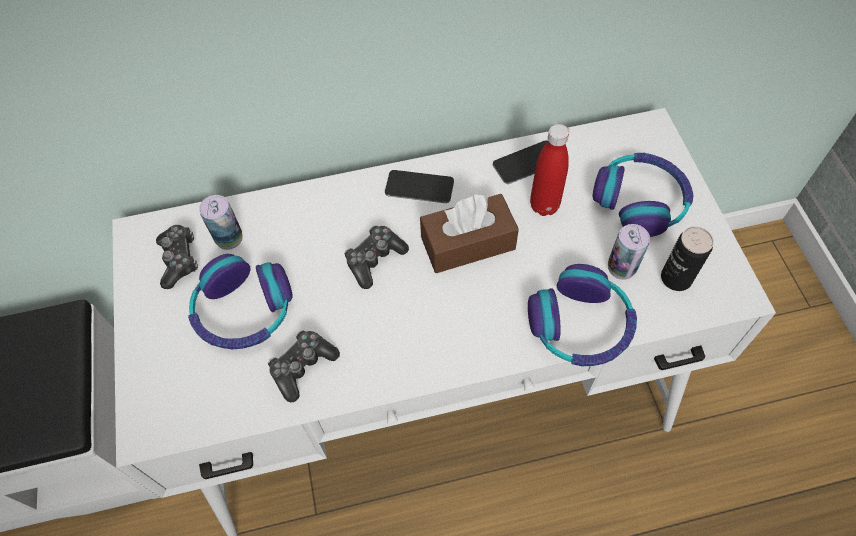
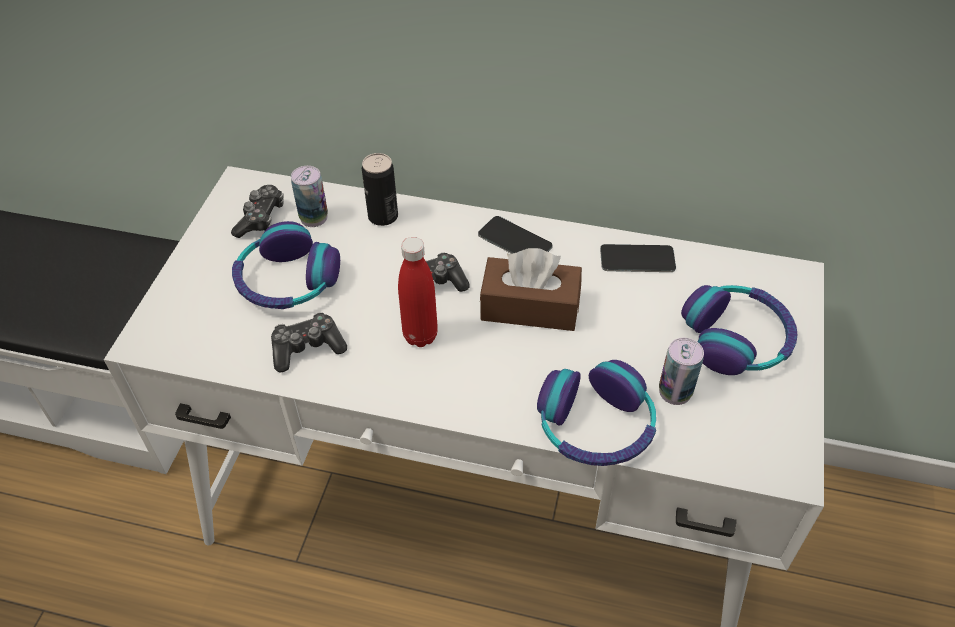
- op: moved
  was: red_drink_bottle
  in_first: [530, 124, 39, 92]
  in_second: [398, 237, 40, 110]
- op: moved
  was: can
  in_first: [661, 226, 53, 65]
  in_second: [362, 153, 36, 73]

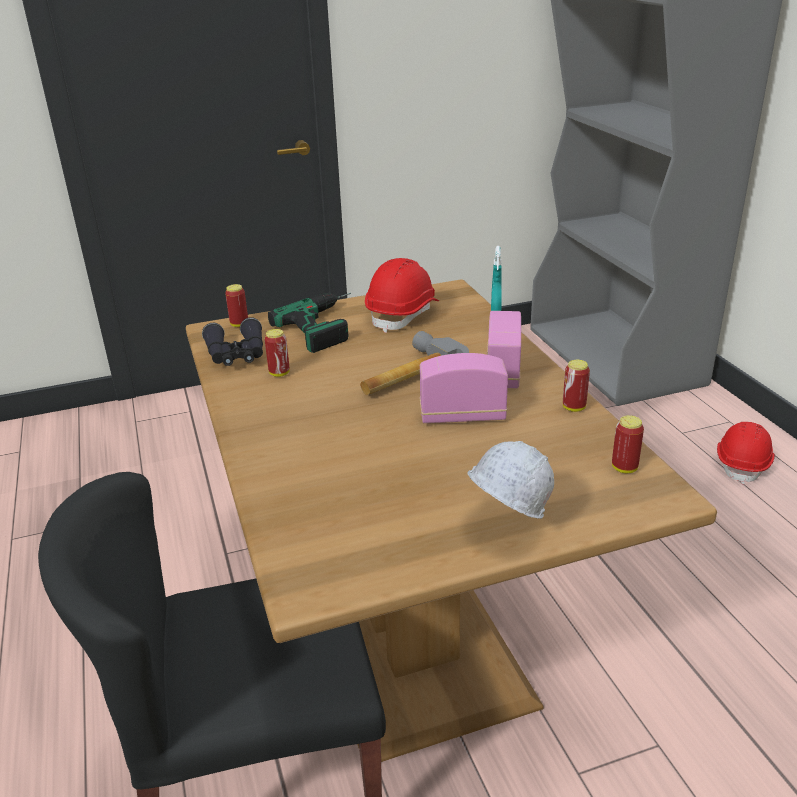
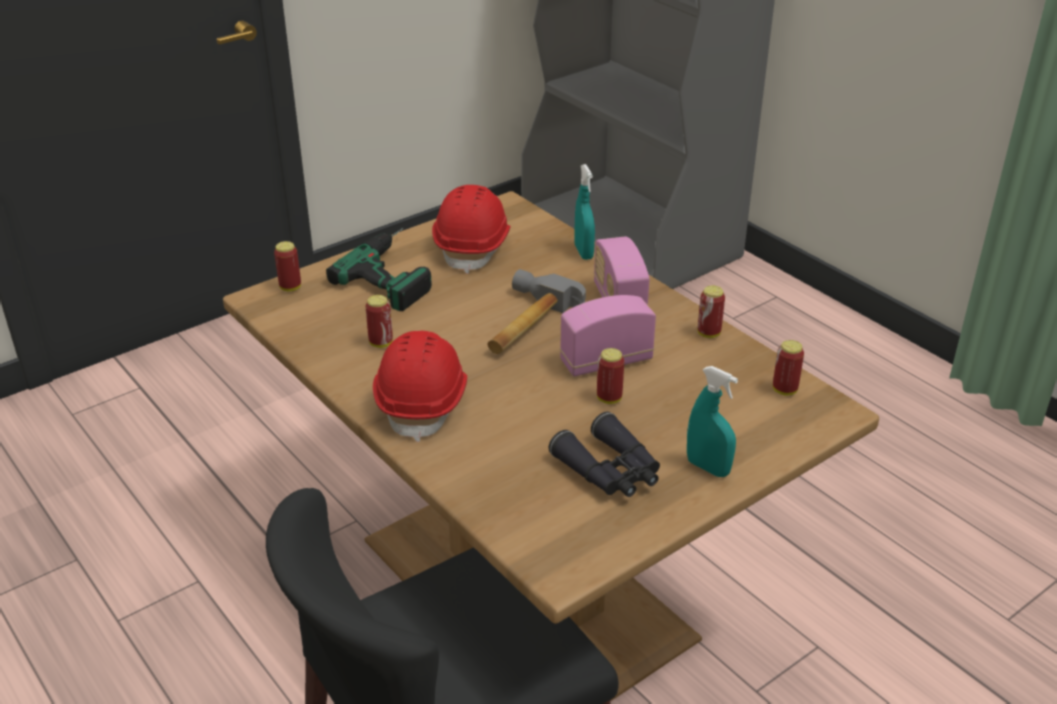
- op: moved
  was: black_field_glasses
  in_first: [202, 317, 61, 49]
  in_second: [549, 412, 111, 85]
- op: moved
  was: red_hard_hat
  in_first: [717, 422, 58, 62]
  in_second: [373, 331, 94, 111]
- op: replaced
  was: white-coloured_hard_hat
  now: turquoise_spray_bottle
  in_first: [467, 441, 87, 78]
  in_second: [687, 366, 51, 111]
- op: added
  now: can
  in_second: [597, 348, 27, 56]

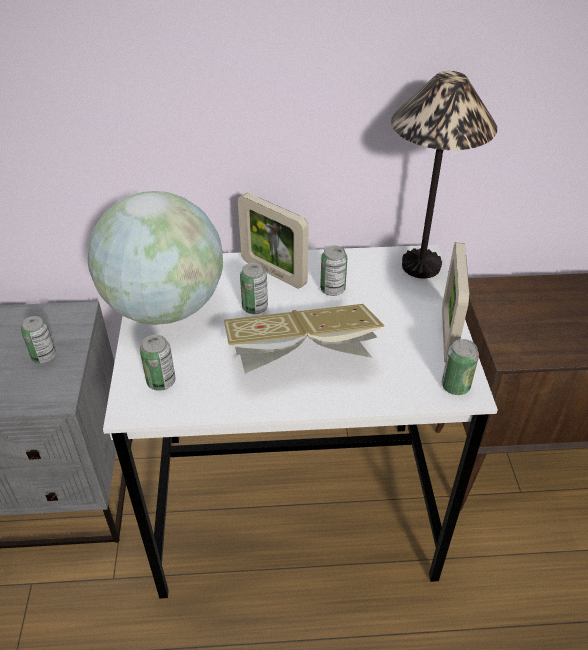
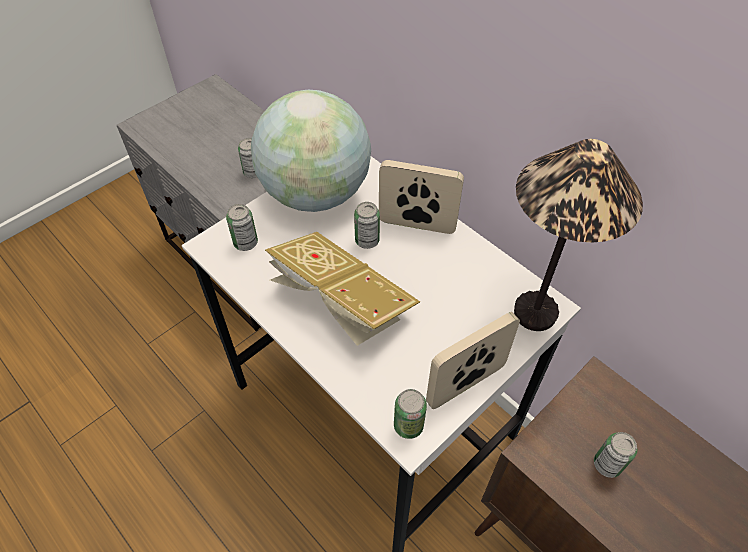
- op: turned
  was: picture_frame
  in_first: [238, 193, 71, 95]
  in_second: [379, 160, 85, 74]
  clockwise: 105
- op: moved
  was: can
  in_first: [320, 245, 27, 51]
  in_second: [594, 432, 43, 46]

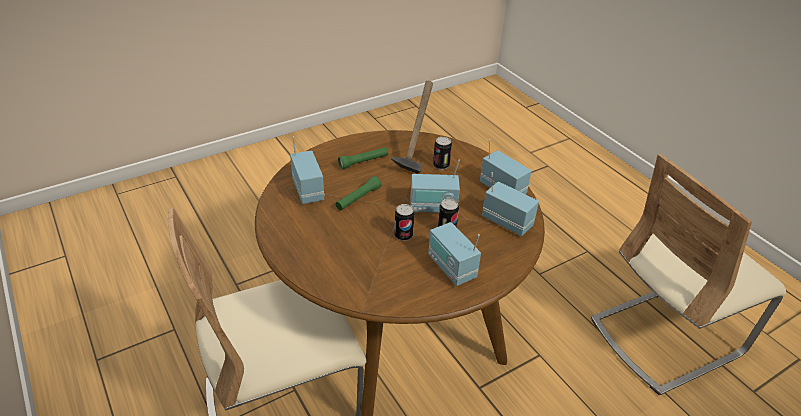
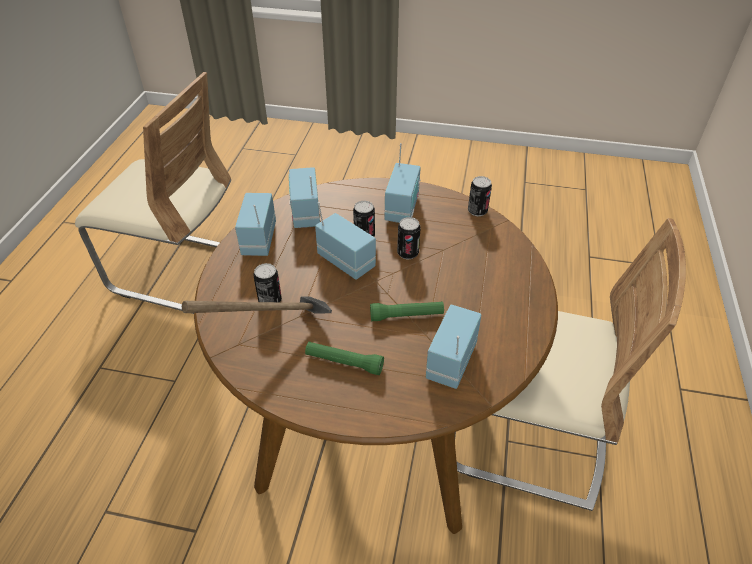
- op: added
  now: can
  in_second: [468, 176, 24, 40]

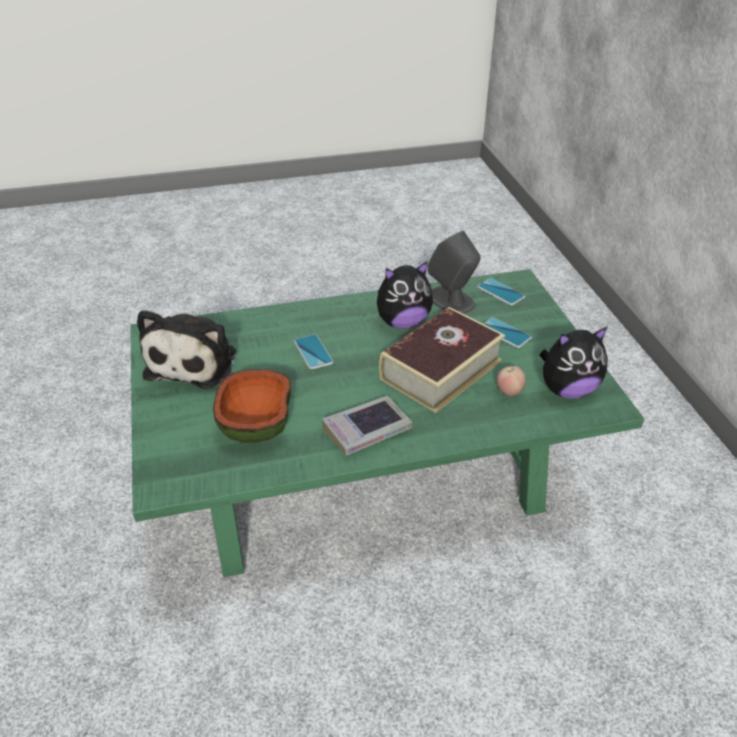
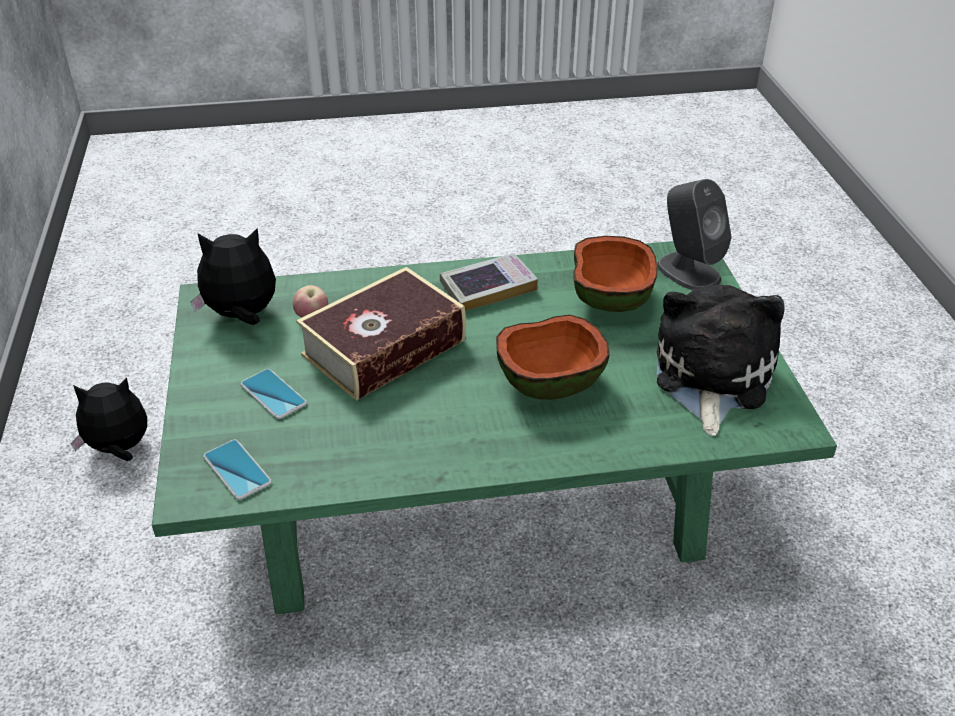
- op: moved
  was: greyish_loudspeaker
  in_first: [427, 230, 53, 84]
  in_second: [657, 179, 75, 111]
- op: moved
  was: soft_toy
  in_first: [377, 261, 56, 68]
  in_second: [70, 378, 77, 83]
- op: replaced
  was: phone
  now: serving_bowl
  in_first: [294, 334, 40, 35]
  in_second: [496, 314, 114, 86]

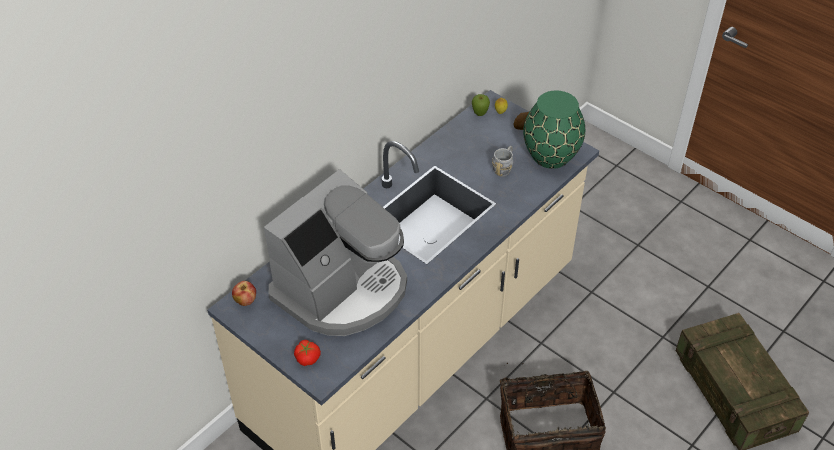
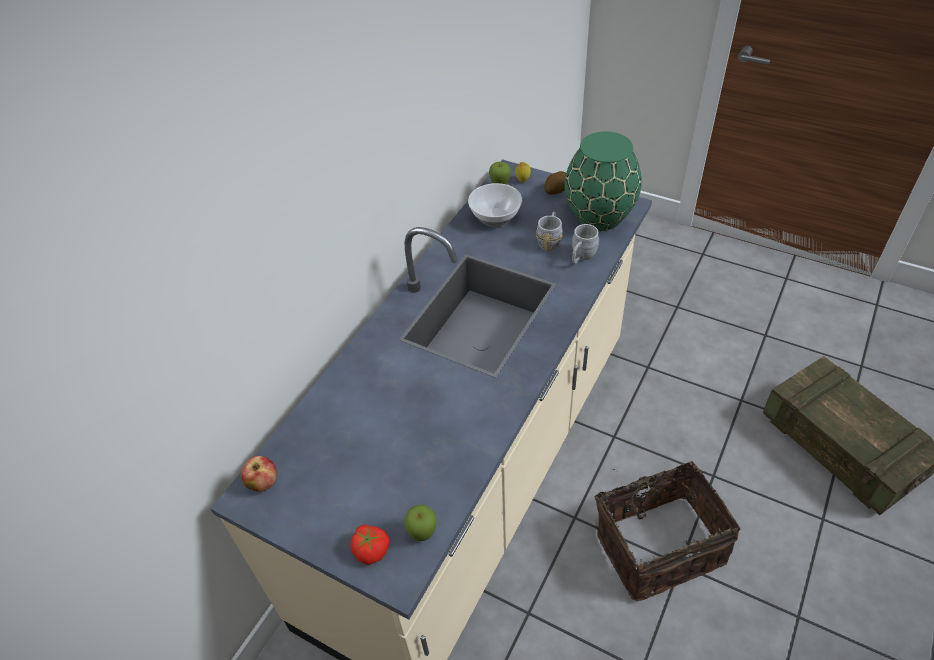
- op: removed
  was: coffee_machine
  in_first: [264, 169, 143, 167]
- op: added
  now: serving_bowl
  in_second: [468, 183, 54, 44]
- op: added
  now: greyish_mug
  in_second: [572, 224, 27, 39]
- op: added
  now: whole_apple
  in_second: [404, 505, 33, 36]

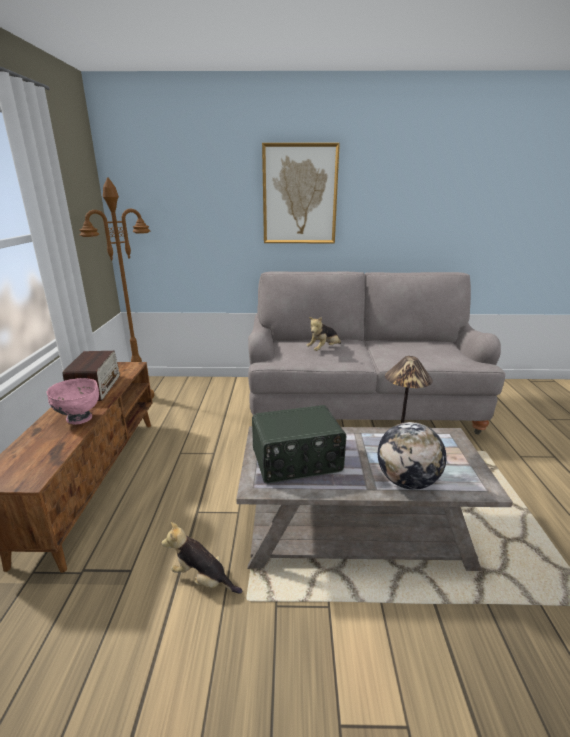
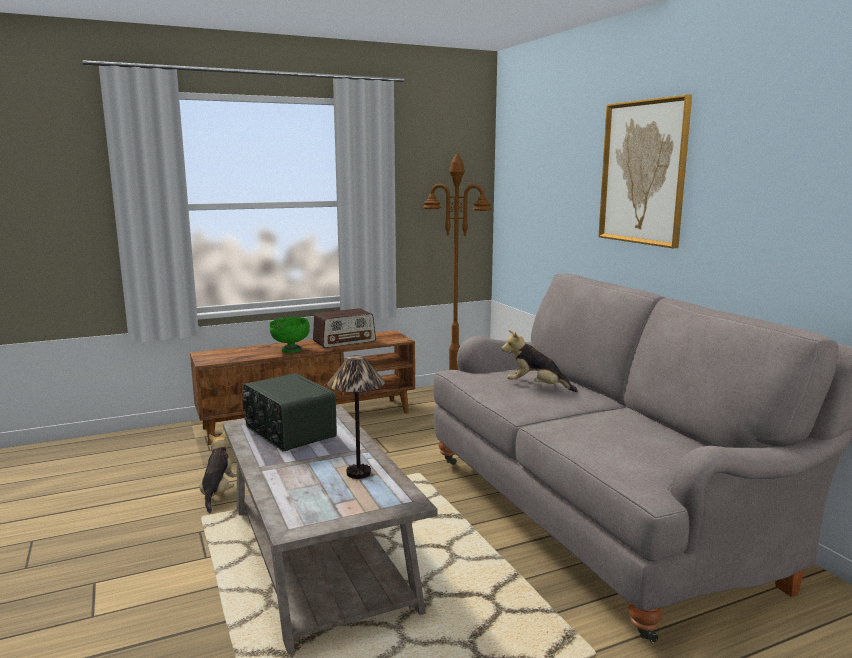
- op: recoloured
  was: pink_serving_bowl
  now: green_serving_bowl
  in_first: [46, 378, 53, 47]
  in_second: [269, 317, 41, 36]
- op: removed
  was: world_globe
  in_first: [378, 422, 68, 68]

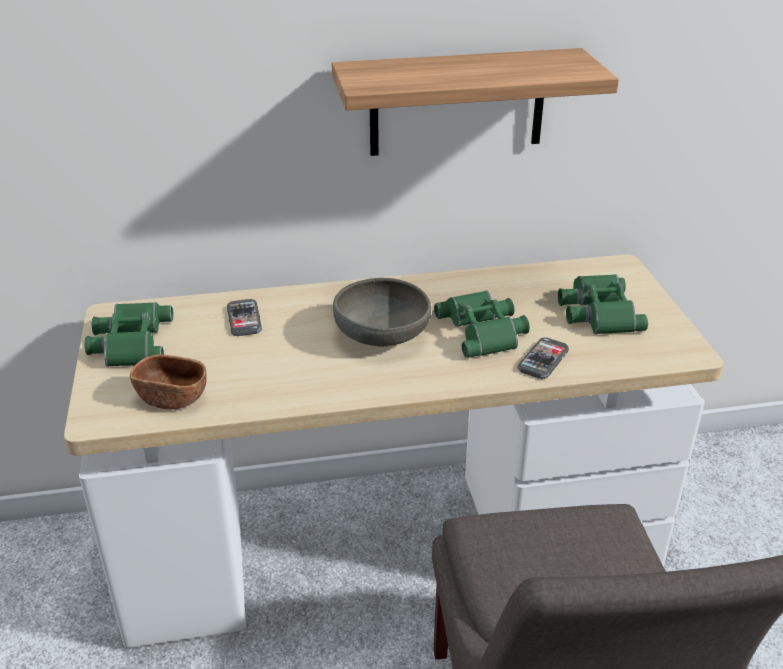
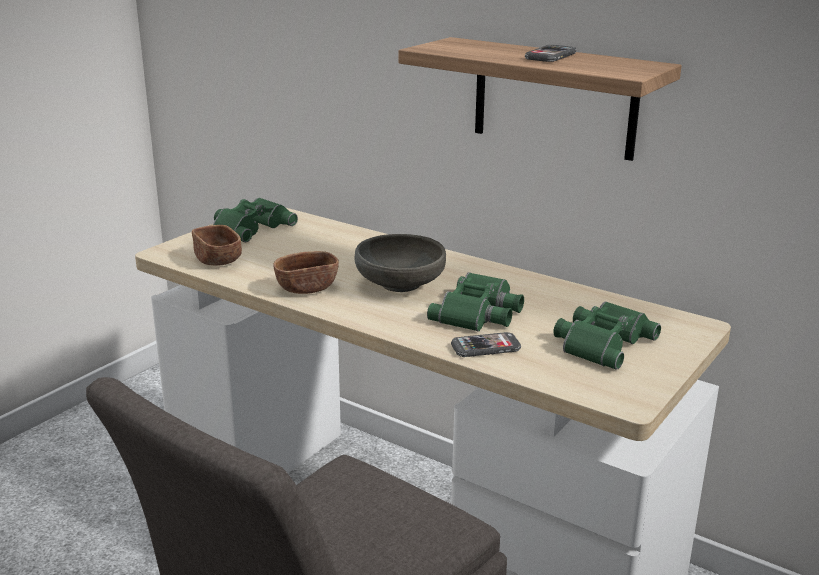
- op: moved
  was: phone
  in_first: [227, 299, 35, 37]
  in_second: [525, 45, 52, 17]
- op: added
  now: brownish_serving_bowl
  in_second: [273, 251, 66, 43]

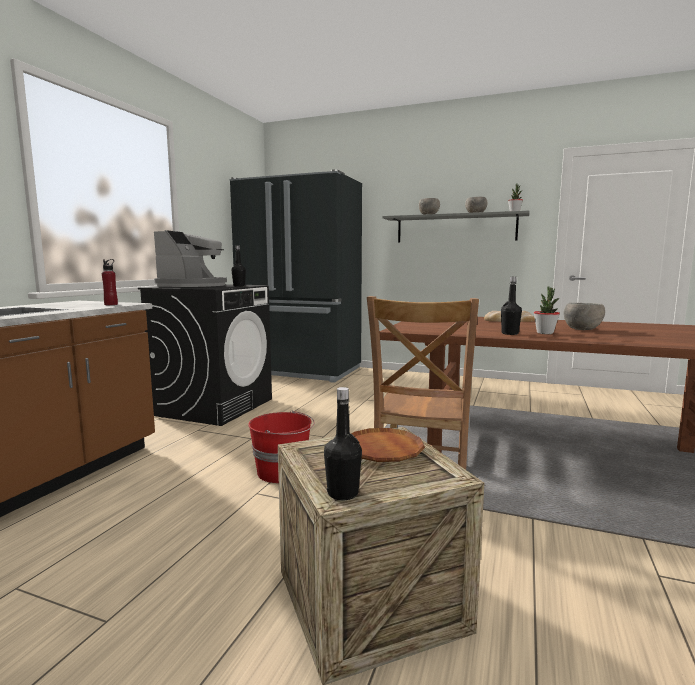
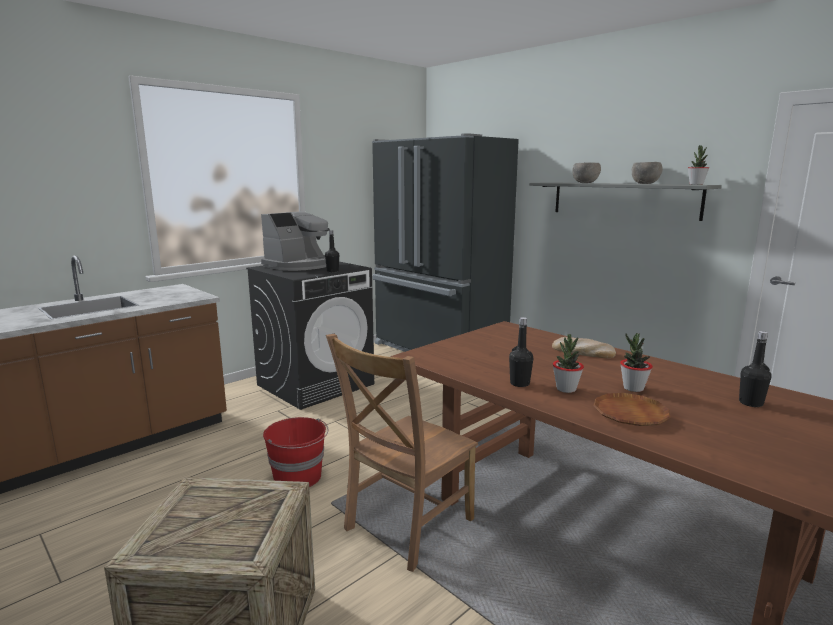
- op: removed
  was: red_drink_bottle
  in_first: [102, 259, 16, 46]
- op: replaced
  was: greyish_serving_bowl
  now: potted_plant
  in_first: [564, 303, 41, 27]
  in_second: [620, 333, 33, 59]
- op: moved
  was: black_drink_bottle
  in_first: [324, 387, 38, 113]
  in_second: [739, 331, 33, 76]
- op: moved
  was: brownish_dinner_plate
  in_first: [352, 428, 73, 34]
  in_second: [594, 393, 76, 33]

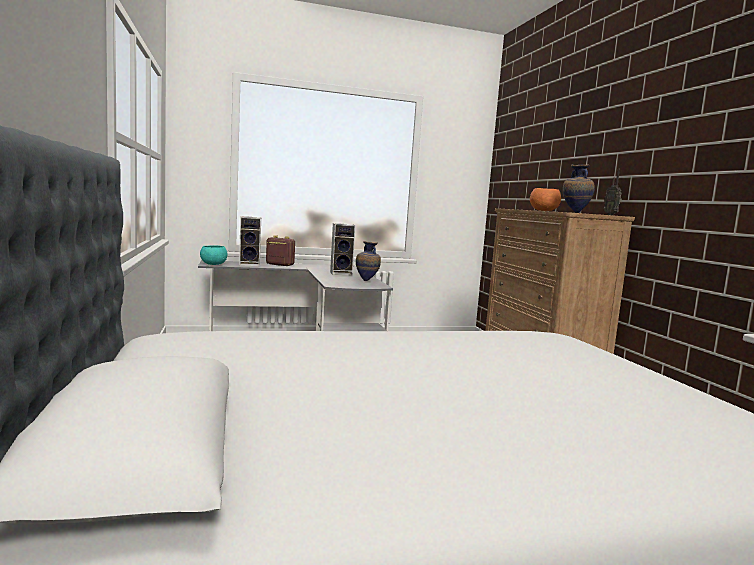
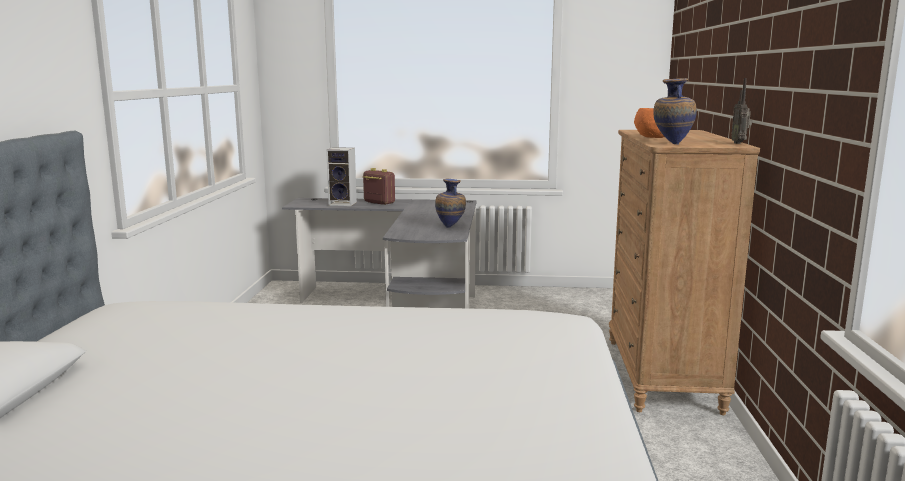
- op: removed
  was: loudspeaker
  in_first: [330, 223, 26, 53]
- op: removed
  was: turquoise_serving_bowl
  in_first: [200, 245, 28, 20]

